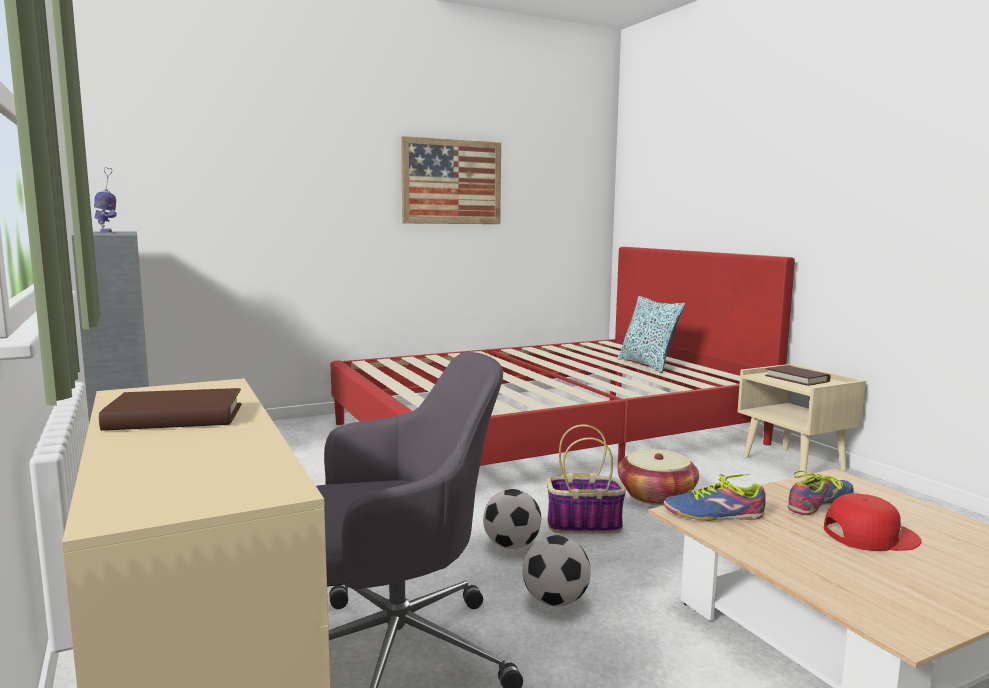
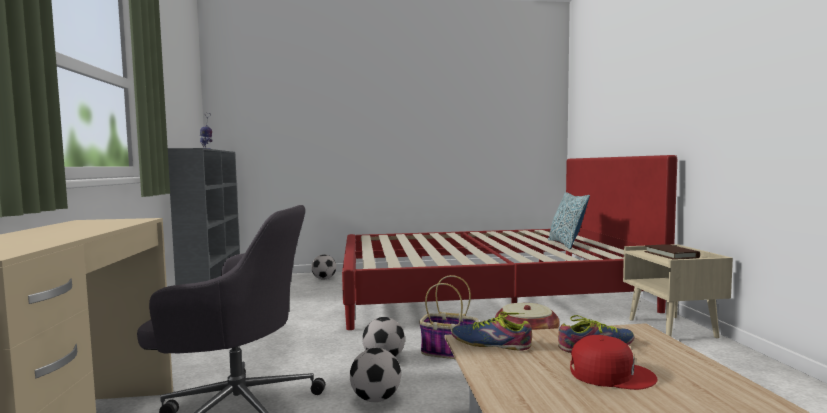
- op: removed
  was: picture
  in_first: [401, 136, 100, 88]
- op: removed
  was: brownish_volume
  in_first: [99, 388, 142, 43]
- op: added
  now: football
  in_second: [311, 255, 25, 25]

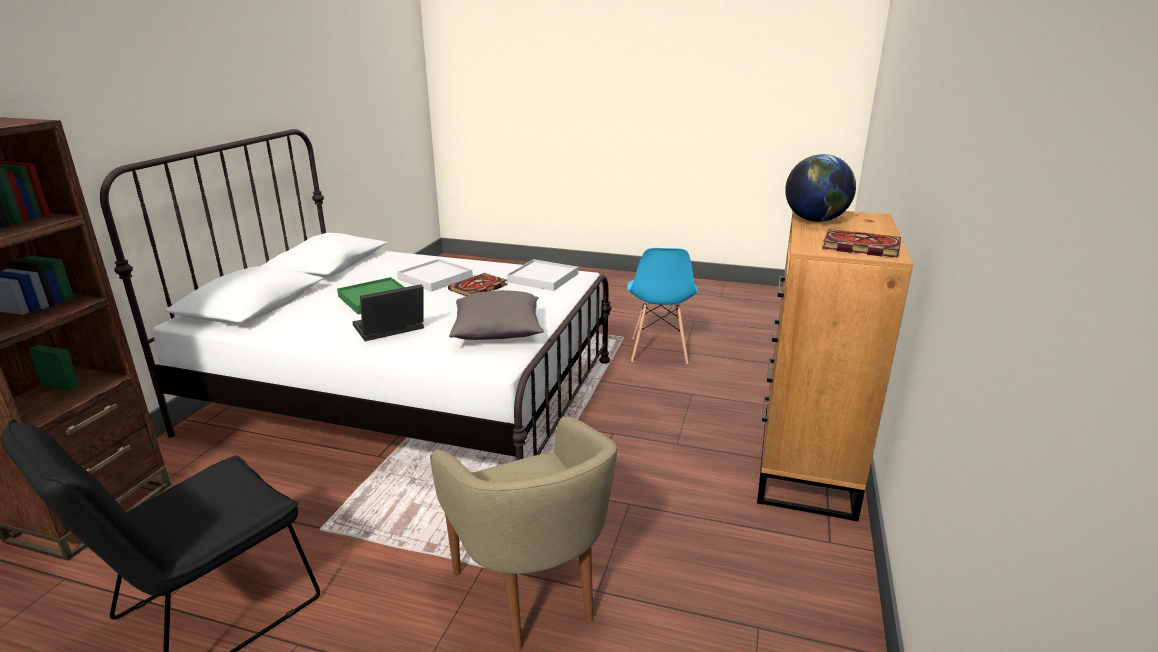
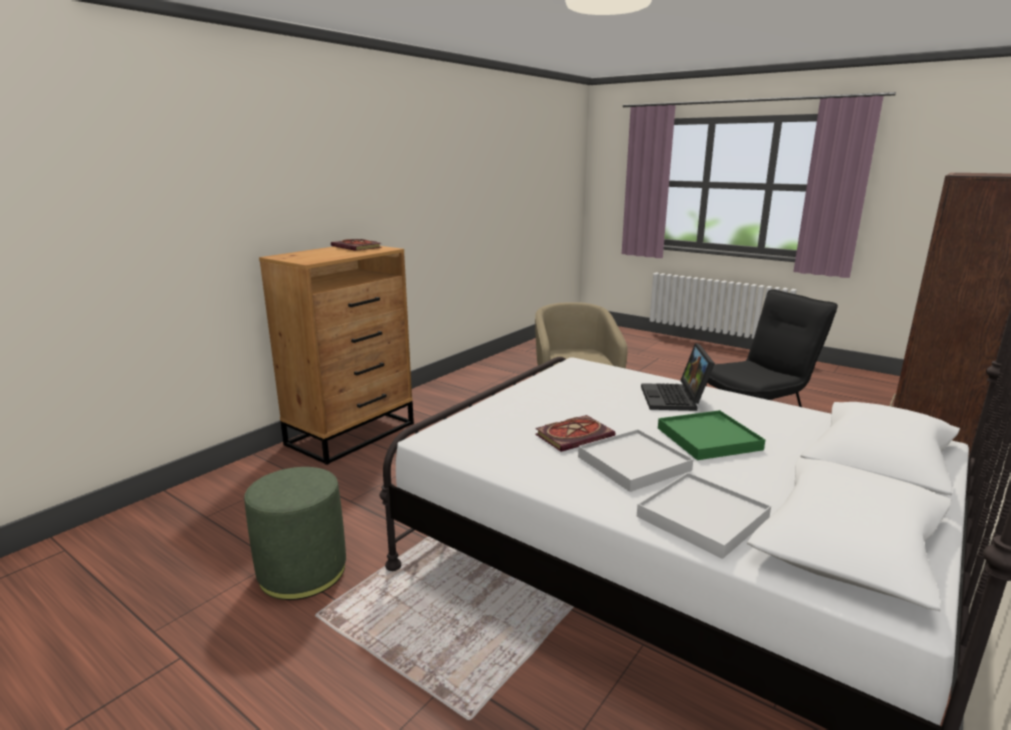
- op: removed
  was: world_globe
  in_first: [785, 154, 71, 68]
- op: replaced
  was: blue_chair
  now: green_footrest
  in_first: [627, 248, 71, 116]
  in_second: [244, 467, 102, 133]
- op: moved
  was: white-coloured_carrying_tray
  in_first: [507, 259, 71, 32]
  in_second: [637, 472, 134, 87]
- op: turned
  was: portable_computer
  in_first: [352, 284, 72, 57]
  in_second: [641, 343, 74, 68]
  clockwise: 105
- op: removed
  was: greyish_cushion
  in_first: [449, 290, 95, 50]

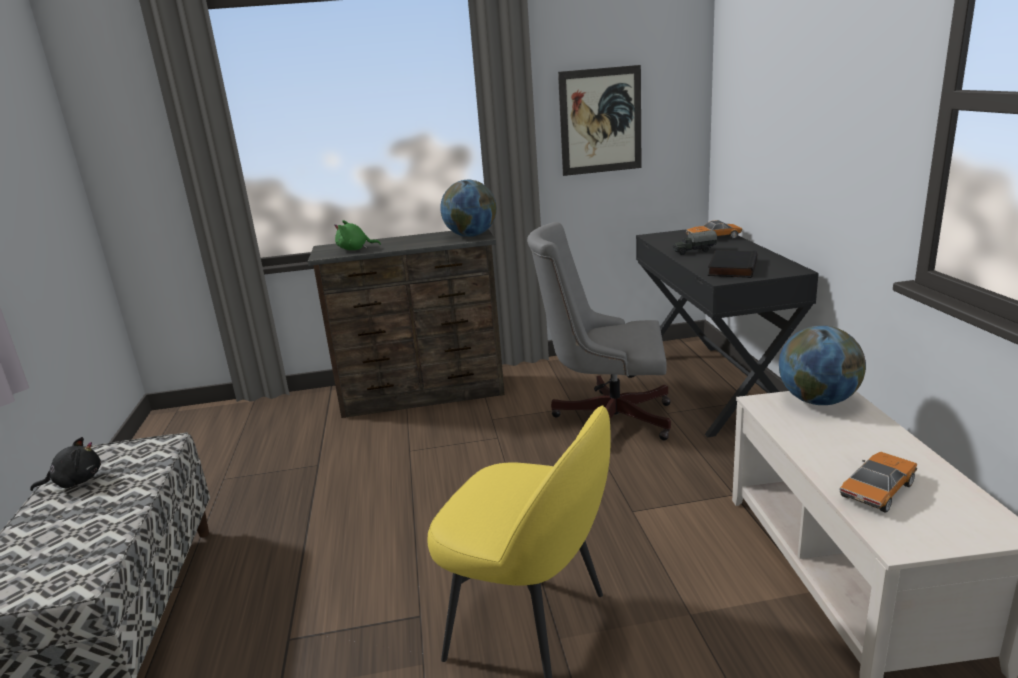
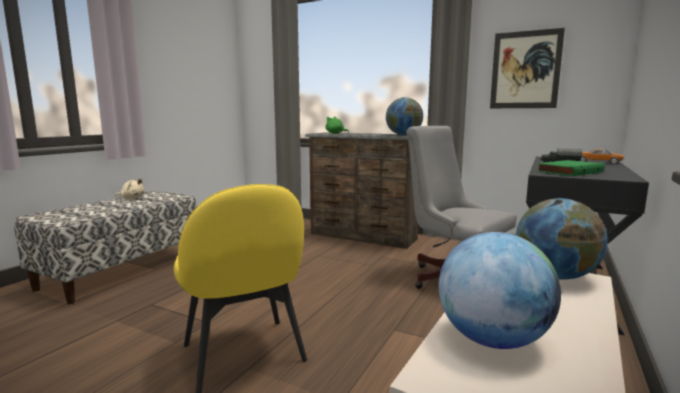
- op: recoloured
  was: black_volume
  now: green_volume
  in_first: [708, 250, 49, 28]
  in_second: [537, 160, 68, 16]
- op: recoloured
  was: black_soft_toy
  now: beige_soft_toy
  in_first: [30, 437, 71, 54]
  in_second: [115, 178, 30, 21]
- op: replaced
  was: miniature_car
  now: world_globe
  in_first: [839, 452, 78, 60]
  in_second: [439, 232, 122, 117]

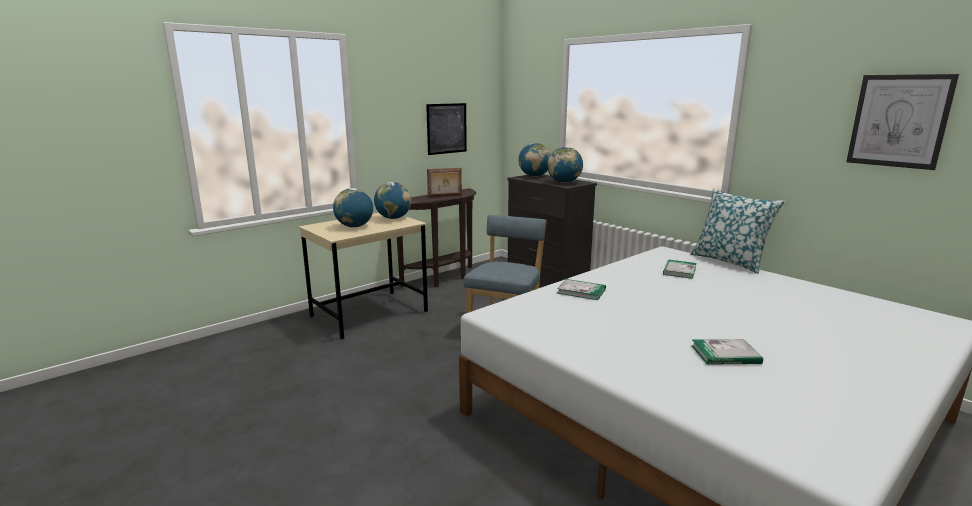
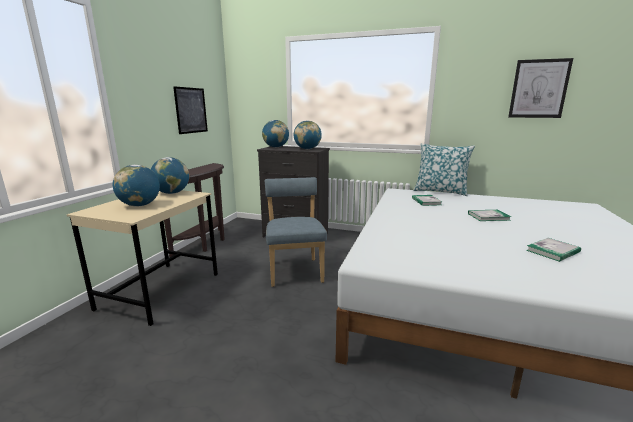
- op: removed
  was: picture_frame
  in_first: [427, 168, 35, 29]
- op: moved
  was: volume
  in_first: [557, 279, 49, 21]
  in_second: [468, 210, 44, 11]

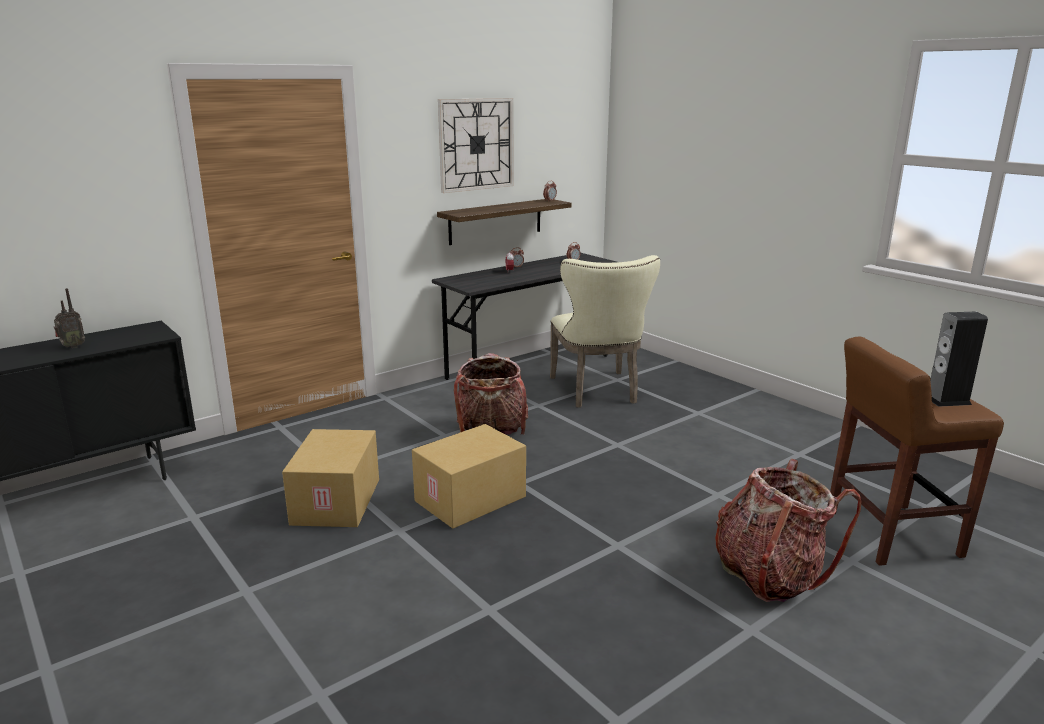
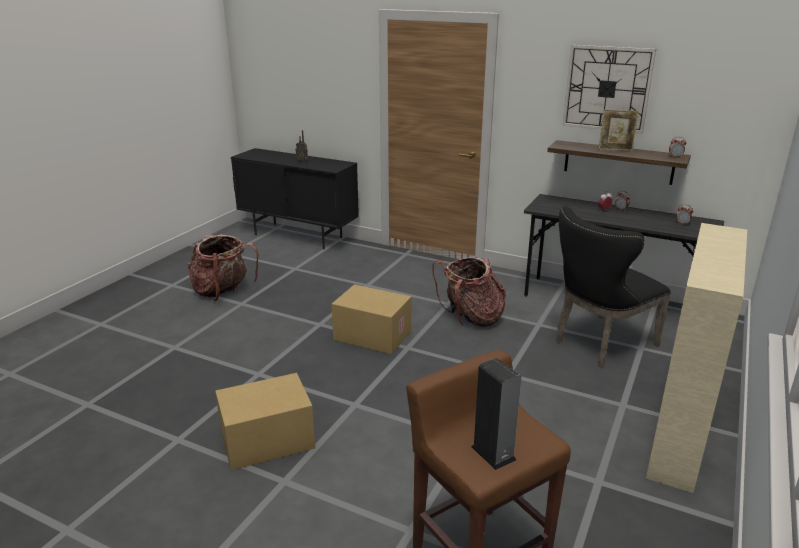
- op: recoloured
  was: beige_chair
  now: black_chair
  in_first: [550, 255, 110, 153]
  in_second: [556, 207, 115, 160]
- op: moved
  was: carton
  in_first: [282, 429, 97, 98]
  in_second: [215, 373, 100, 97]
- op: moved
  was: backpack
  in_first: [715, 459, 146, 143]
  in_second: [187, 234, 71, 67]
- op: added
  now: picture_frame
  in_second: [599, 109, 40, 42]
- op: added
  now: beige_shelving_unit
  in_second: [646, 223, 101, 270]

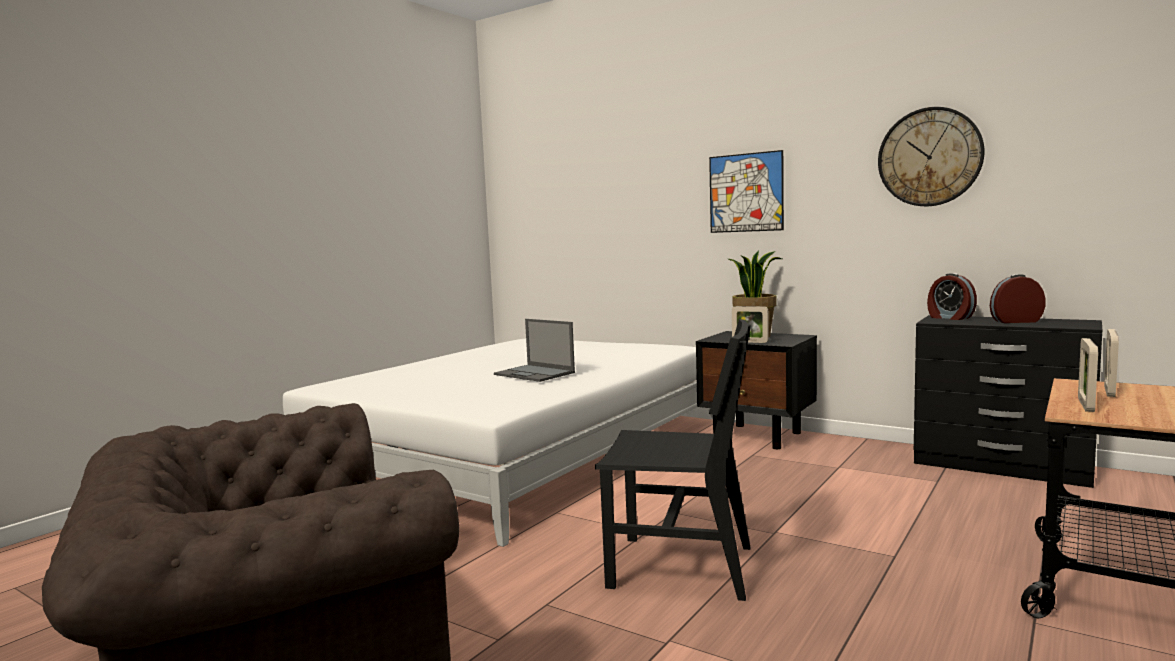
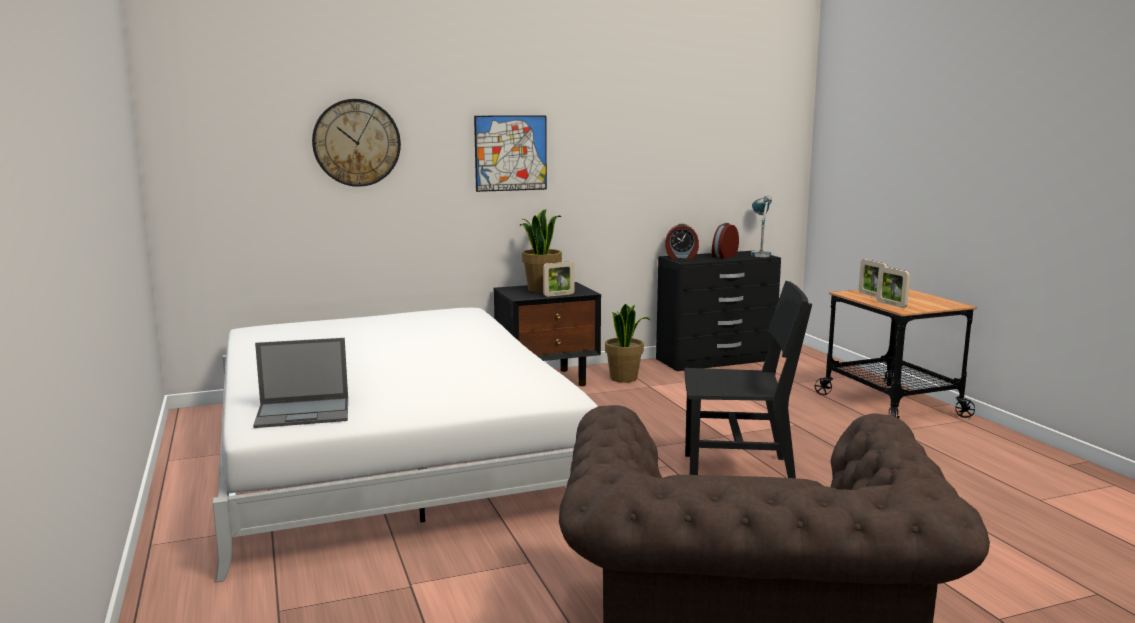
- op: moved
  was: clock_on_the_wall
  in_first: [878, 107, 107, 99]
  in_second: [312, 99, 89, 88]
- op: moved
  was: portable_computer
  in_first: [494, 319, 81, 63]
  in_second: [253, 338, 95, 90]
- op: turned
  was: black_chair
  in_first: [595, 319, 156, 282]
  in_second: [684, 281, 128, 197]
  clockwise: 45
- op: added
  now: table_lamp
  in_second: [751, 195, 21, 62]
- op: added
  now: potted_plant
  in_second: [605, 304, 45, 79]

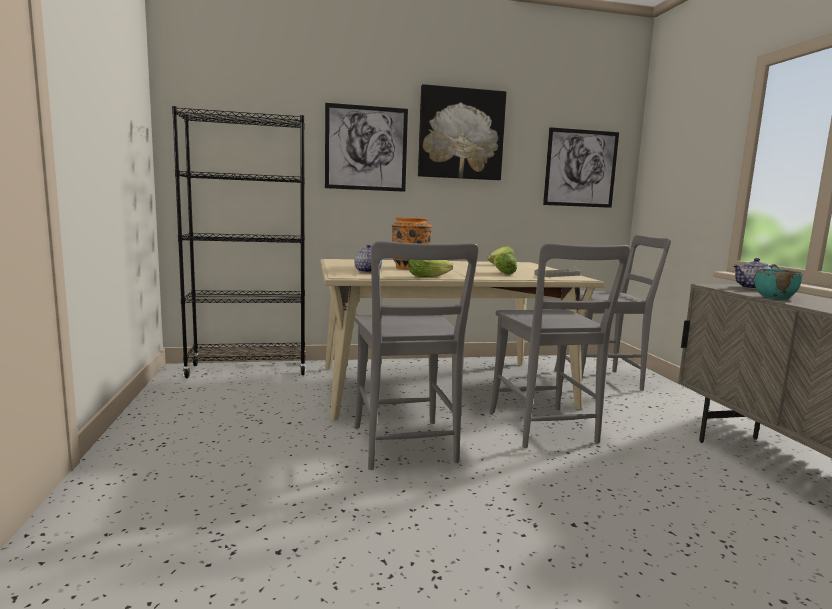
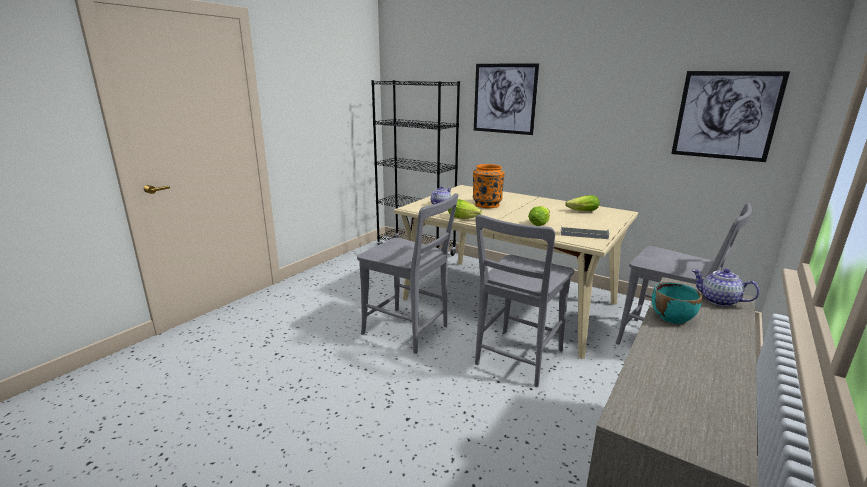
- op: removed
  was: picture
  in_first: [418, 84, 89, 96]
- op: turned
  was: greyish_chair
  in_first: [354, 241, 125, 229]
  in_second: [357, 193, 101, 161]
  clockwise: -90

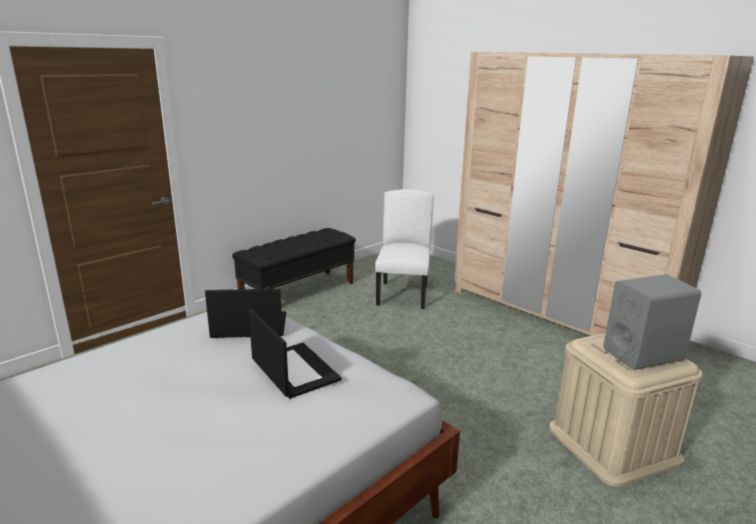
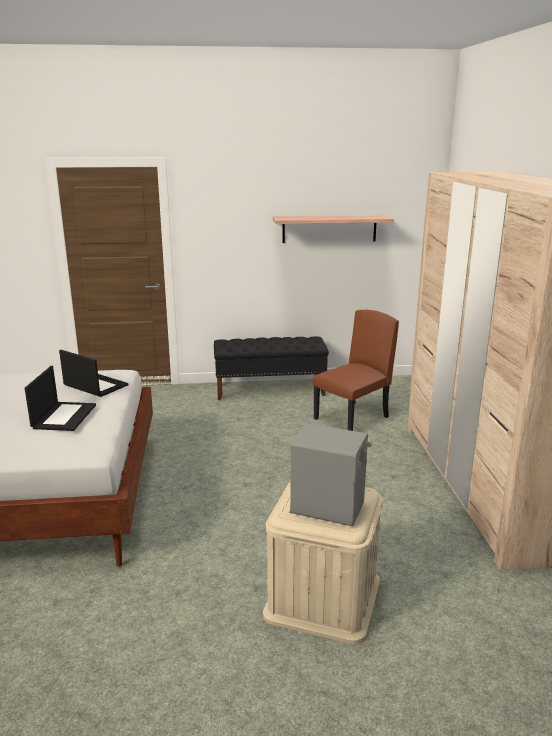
- op: recoloured
  was: white-coloured_chair
  now: brownish_chair
  in_first: [375, 189, 59, 120]
  in_second: [313, 310, 86, 121]
- op: added
  now: wall_shelf
  in_second: [273, 215, 121, 28]

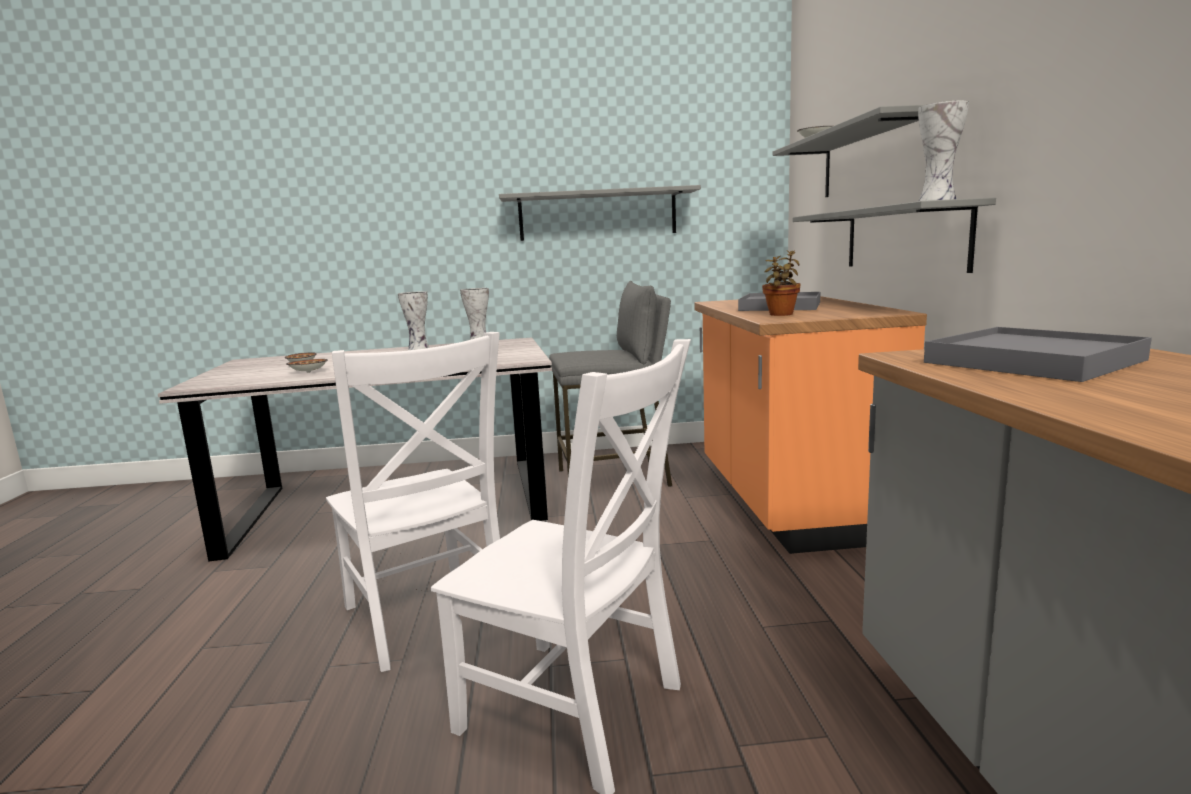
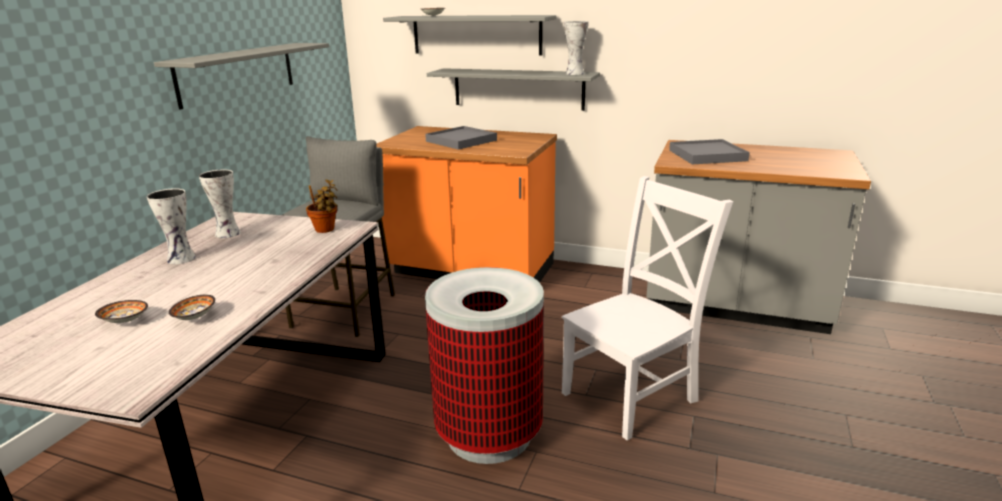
- op: moved
  was: potted_plant
  in_first: [762, 250, 38, 66]
  in_second: [306, 179, 32, 54]
- op: replaced
  was: white-coloured_chair
  now: waste_bin
  in_first: [326, 332, 174, 340]
  in_second: [425, 267, 119, 197]

